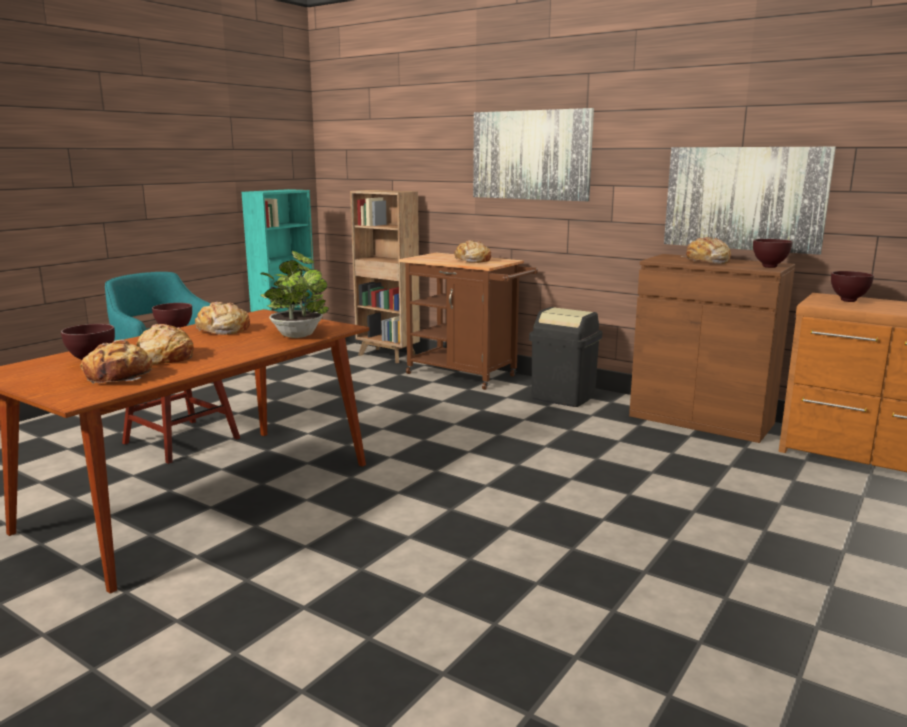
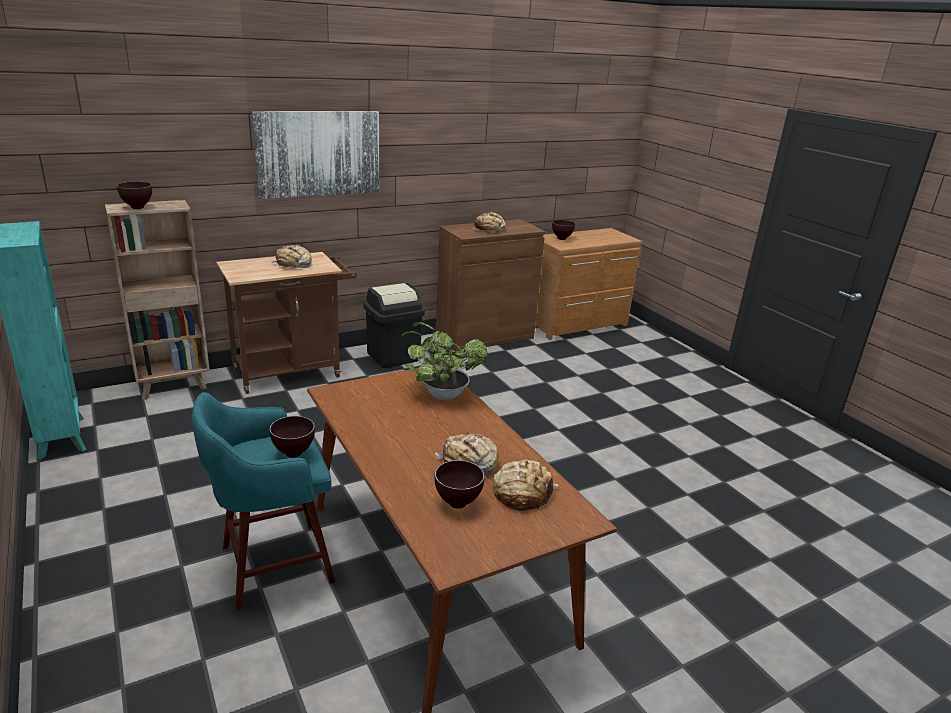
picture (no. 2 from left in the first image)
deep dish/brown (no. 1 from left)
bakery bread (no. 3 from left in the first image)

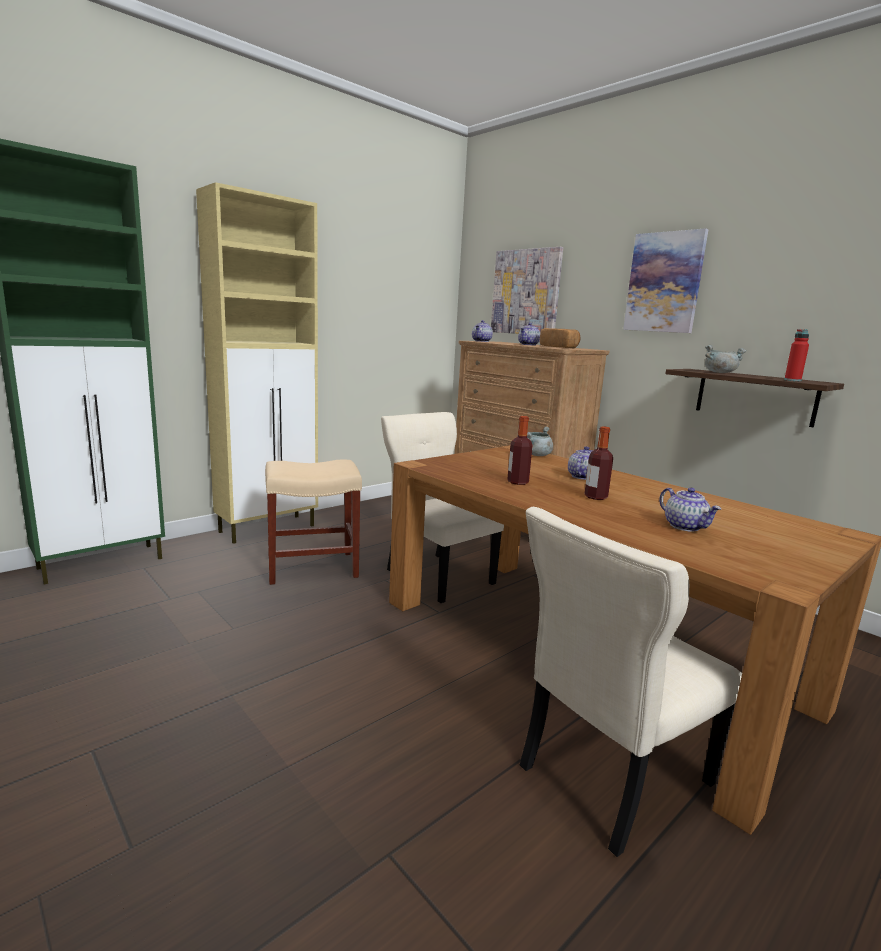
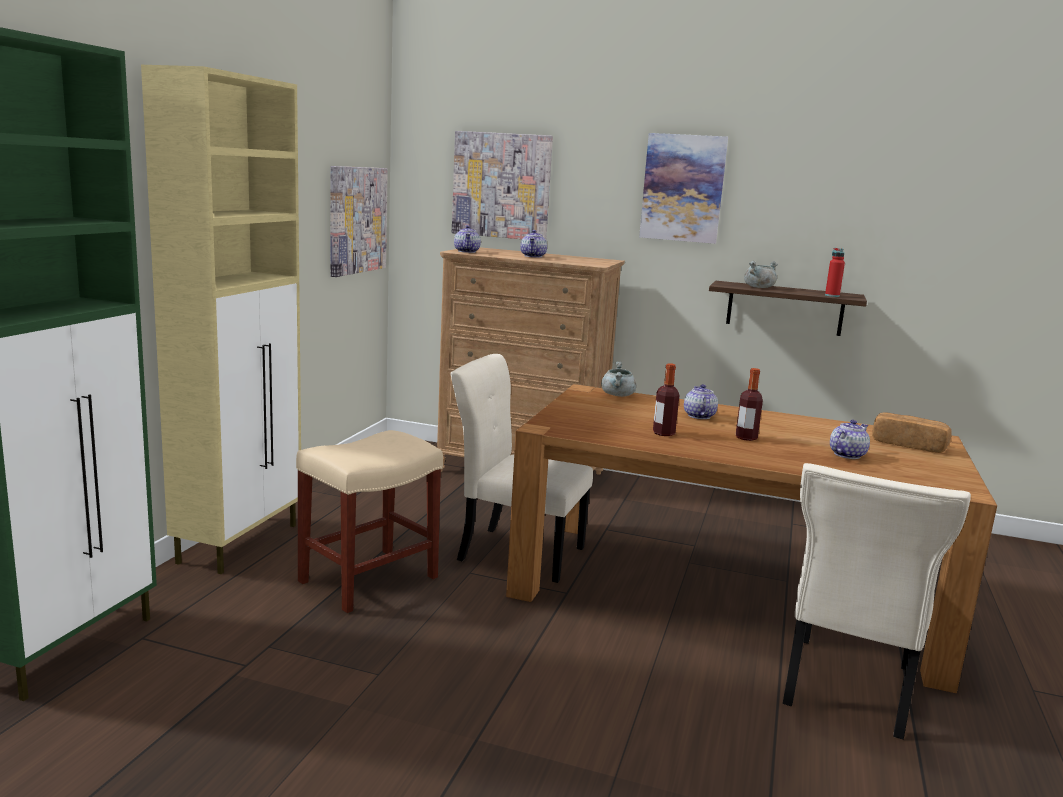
bakery bread
pot for tea (no. 4 from left)
picture (no. 1 from left)

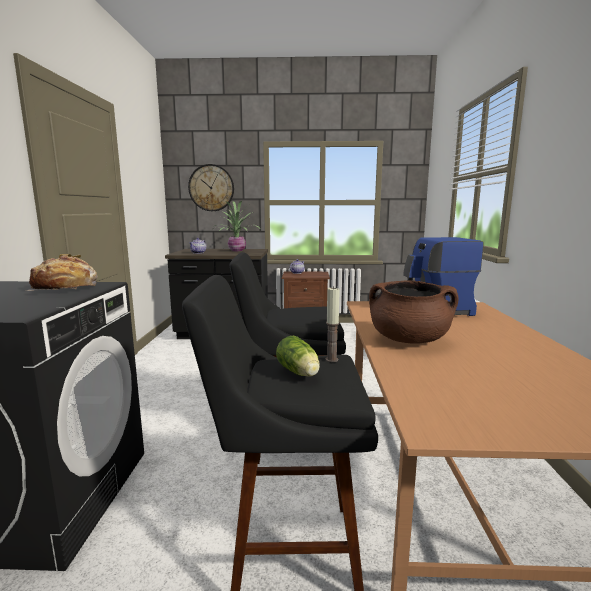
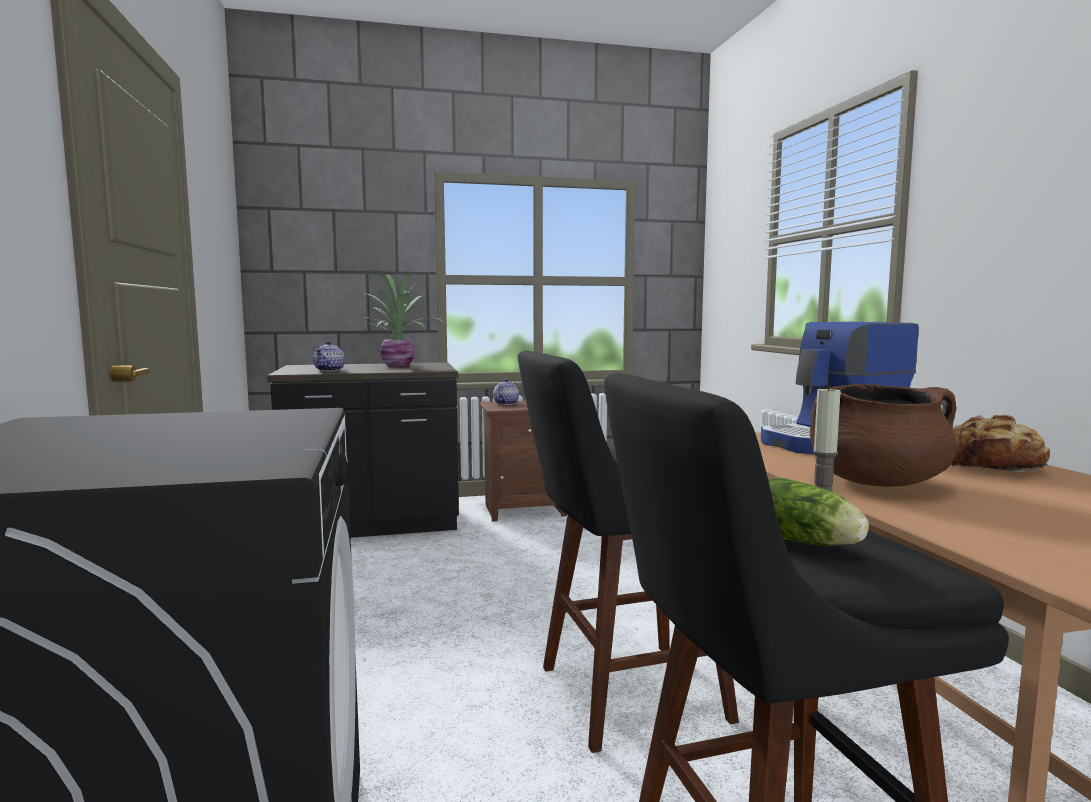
clock on the wall
bakery bread

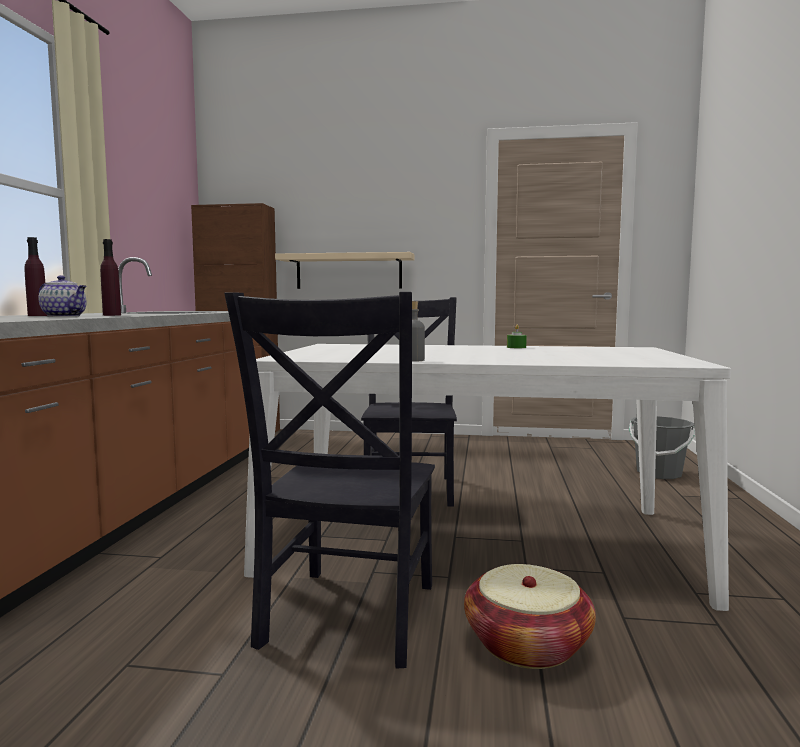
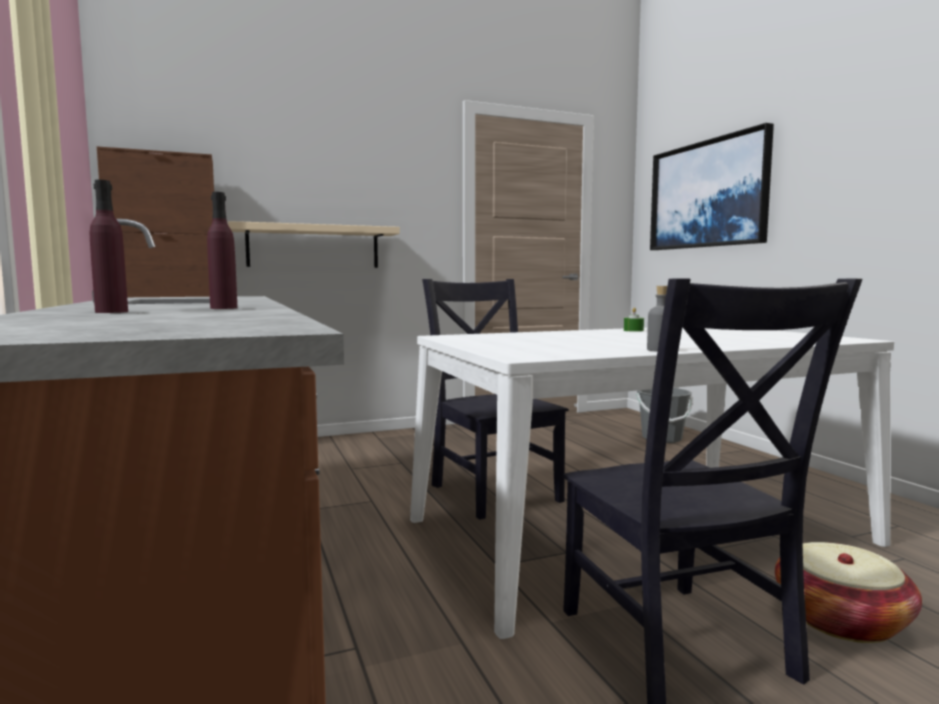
pot for tea
picture

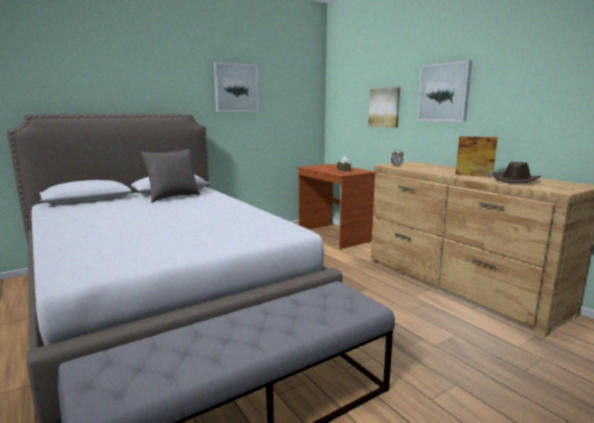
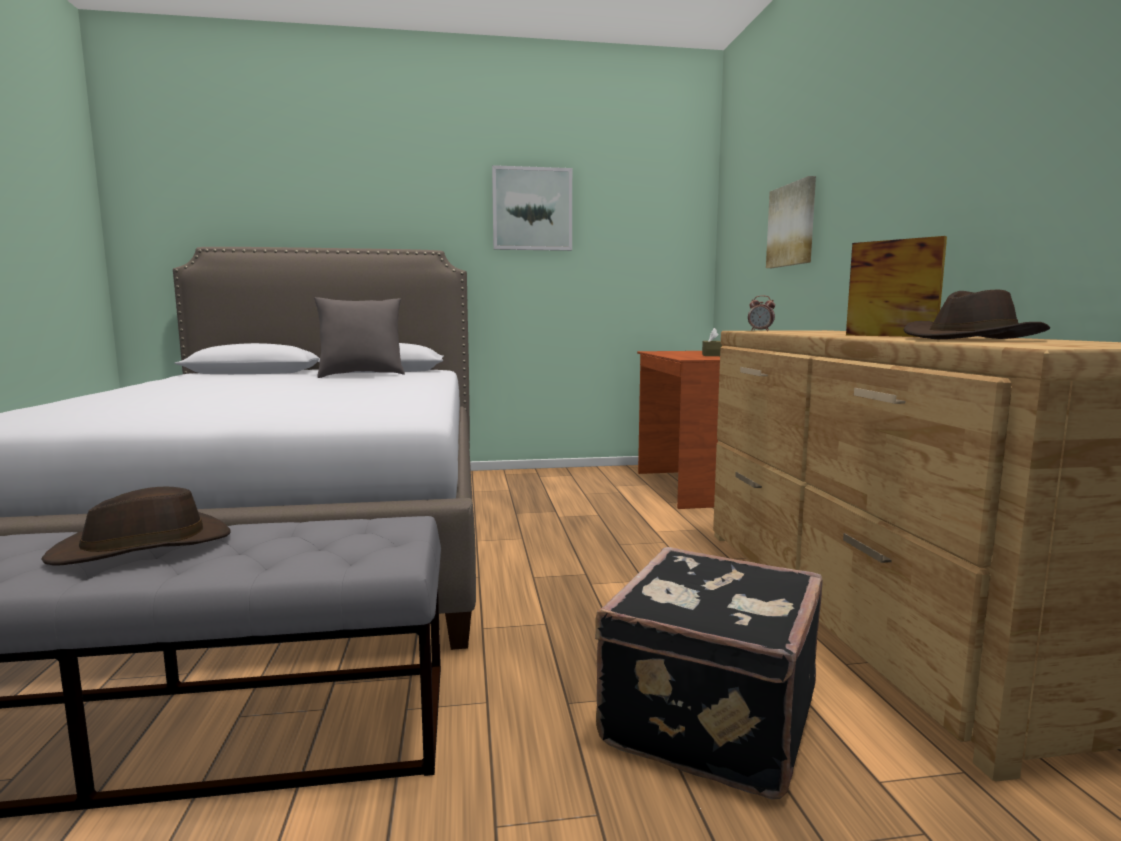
picture (no. 3 from left in the first image)
wearable hat/brown (no. 1 from left)
piece of luggage/black-coloured

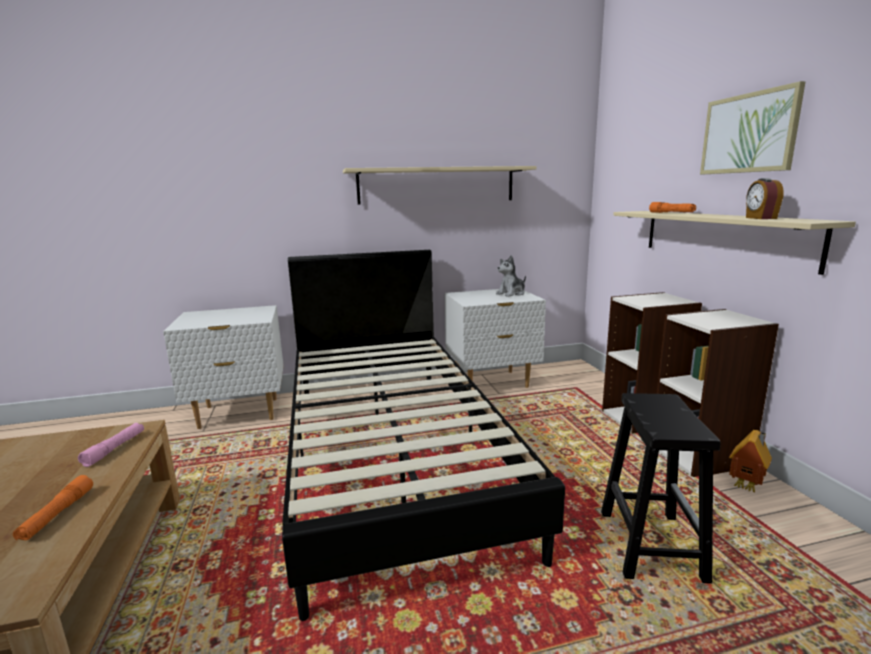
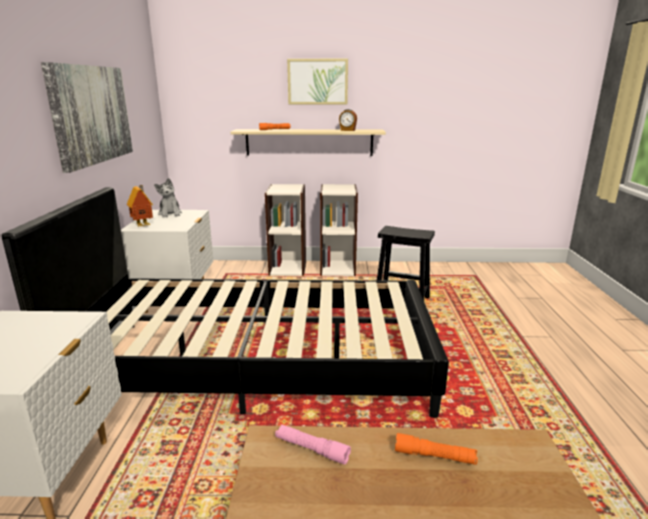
picture (no. 1 from left)
model house

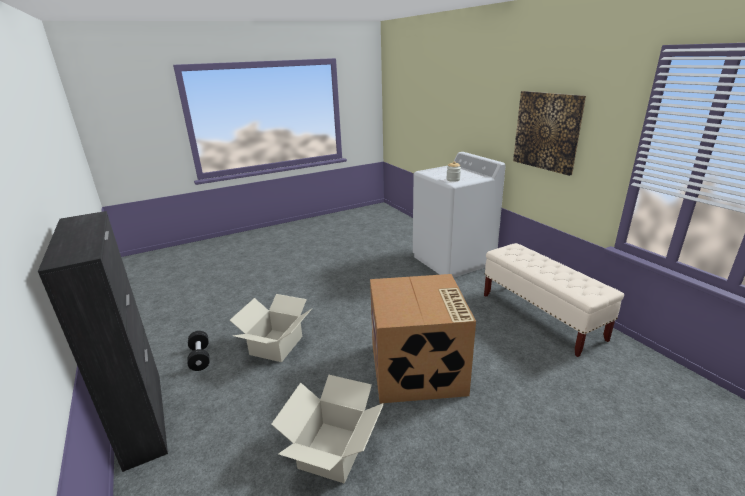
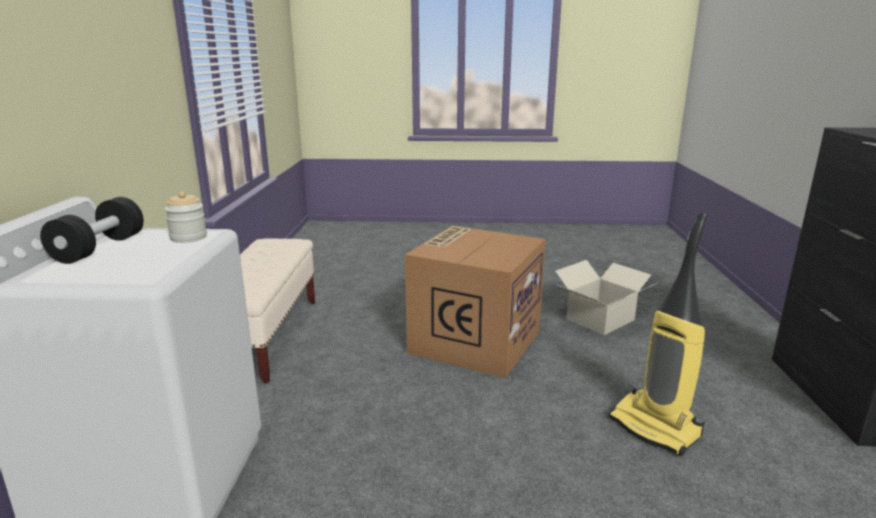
picture
hoover
free weight/black-coloured

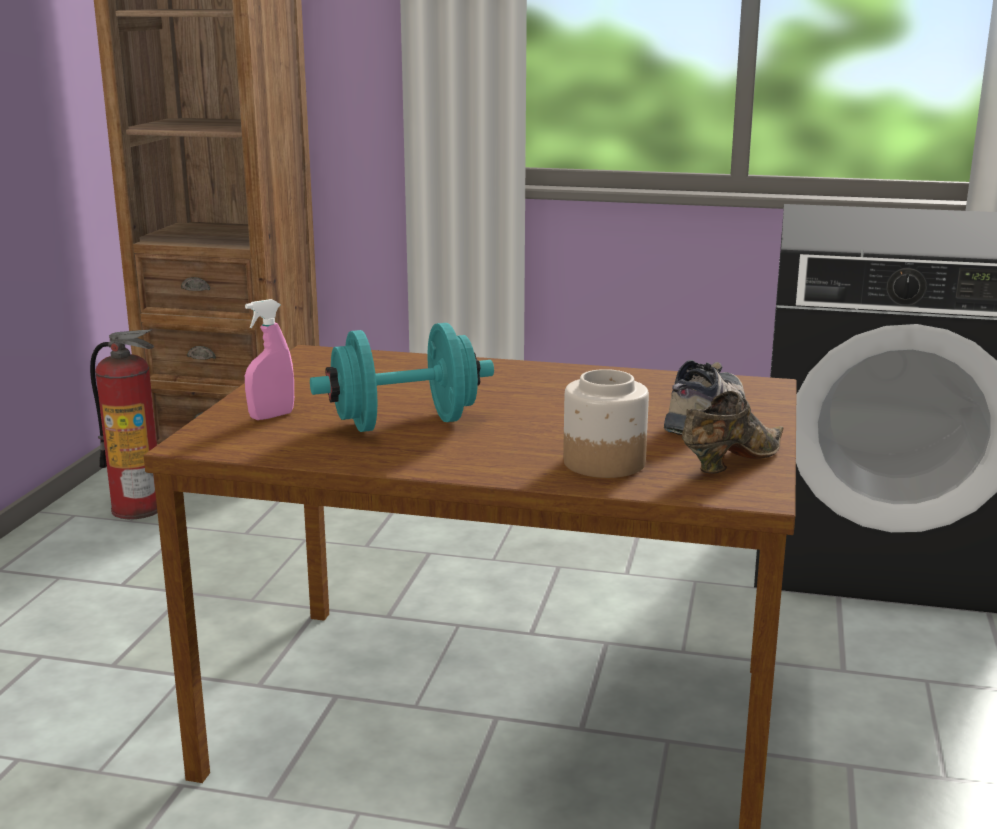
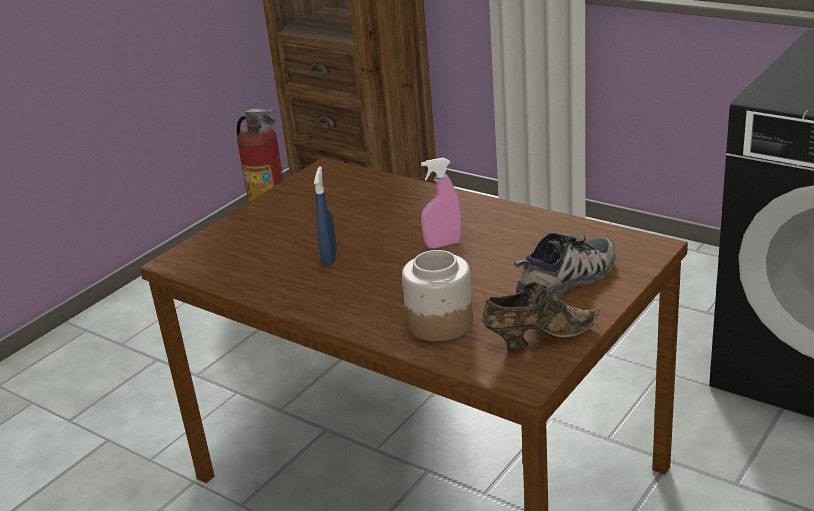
spray bottle/pink
spray bottle/bluish

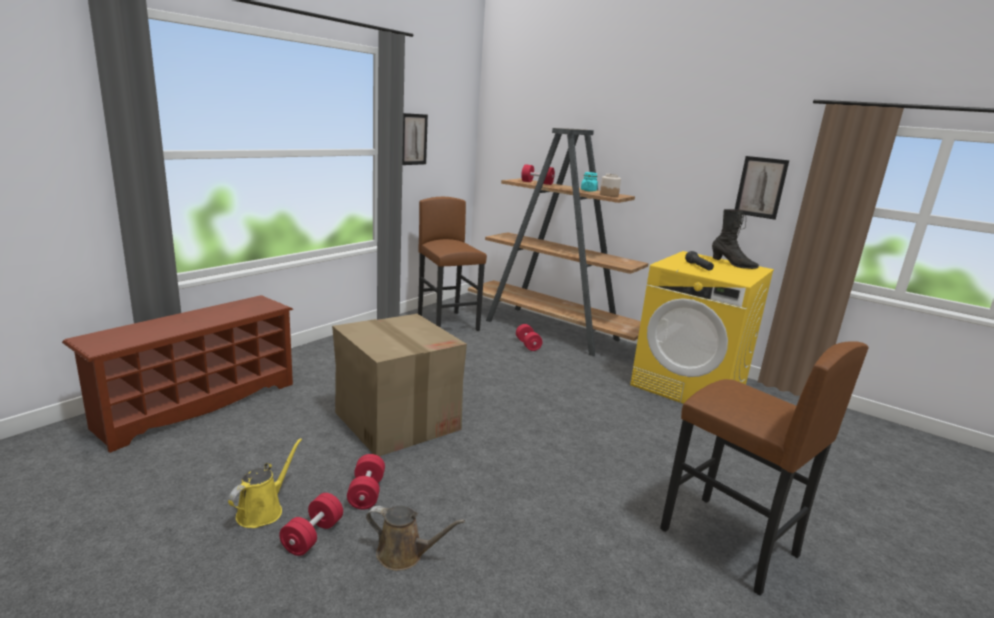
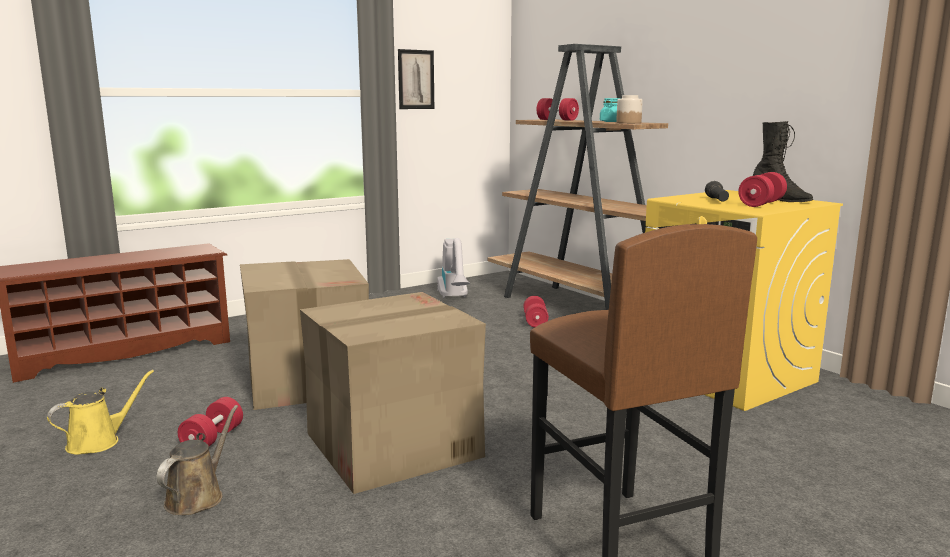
picture (no. 2 from left in the first image)
hoover
free weight/red-coloured (no. 4 from left)
watering can/brown
carton (no. 2 from left)

